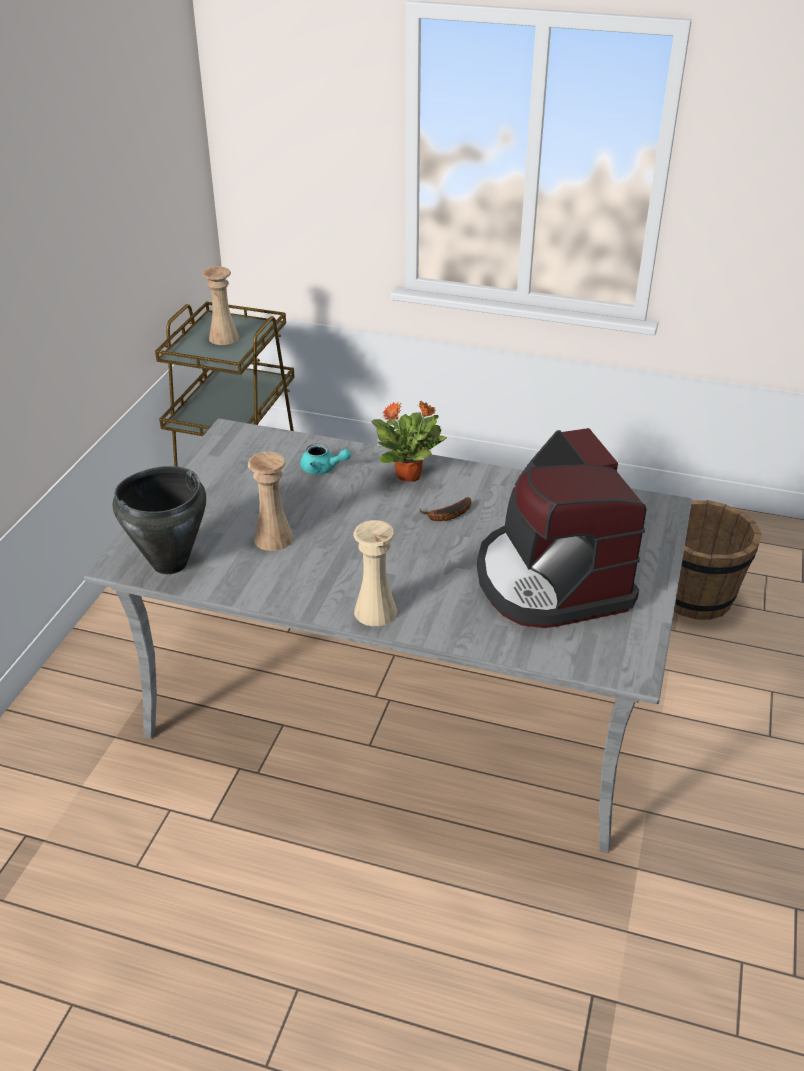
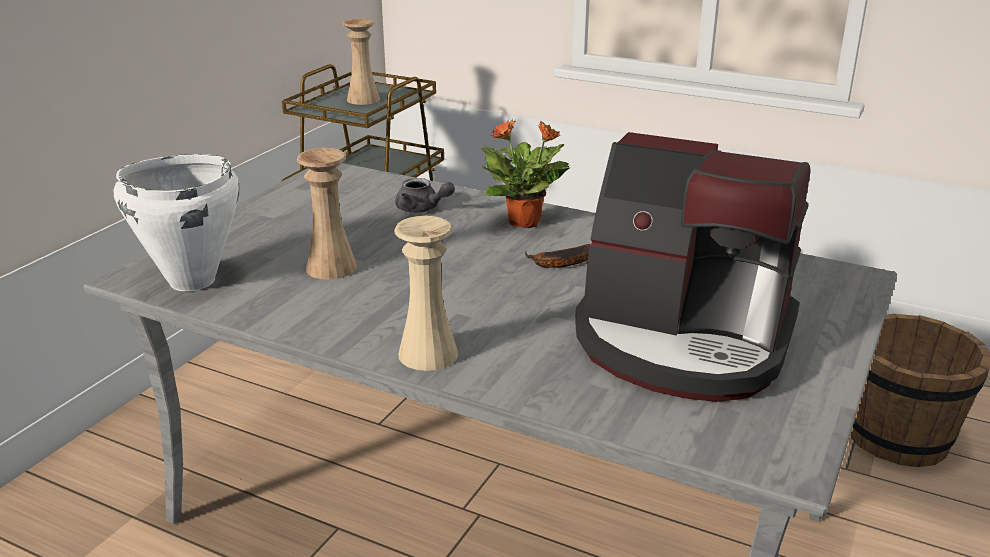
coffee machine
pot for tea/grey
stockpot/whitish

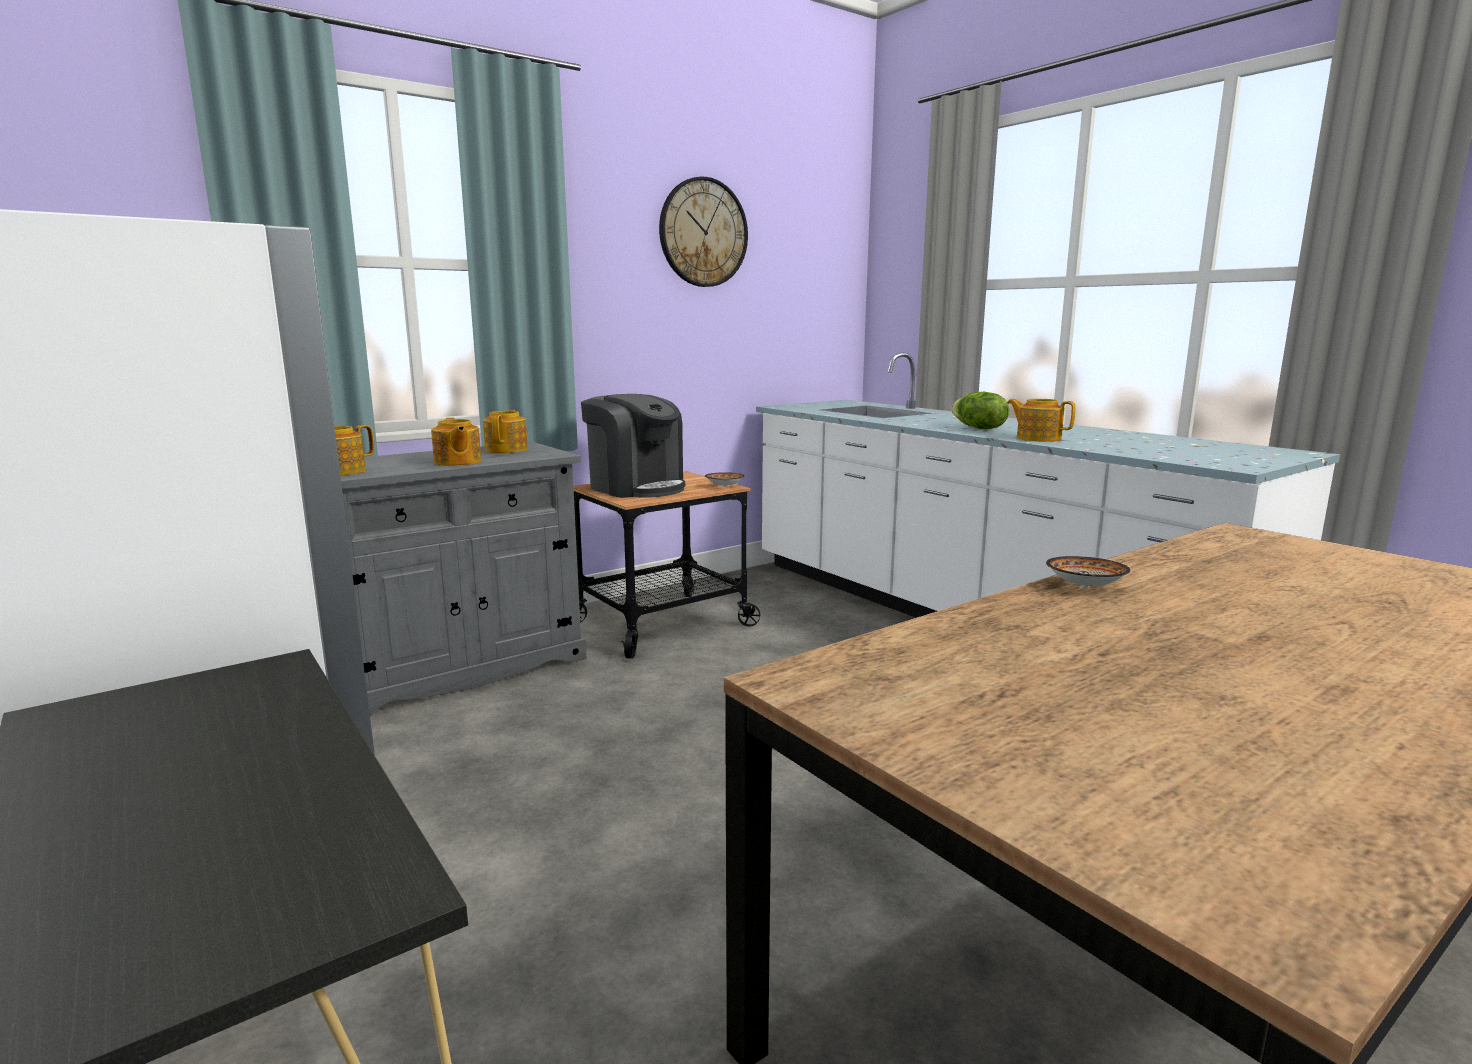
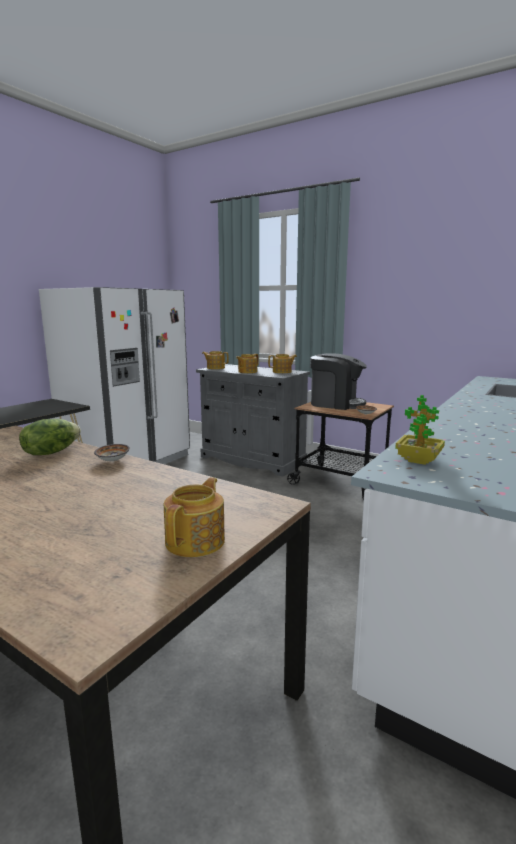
clock on the wall
lettuce head
coffee machine
pot for tea (no. 1 from left)
plant in a pot

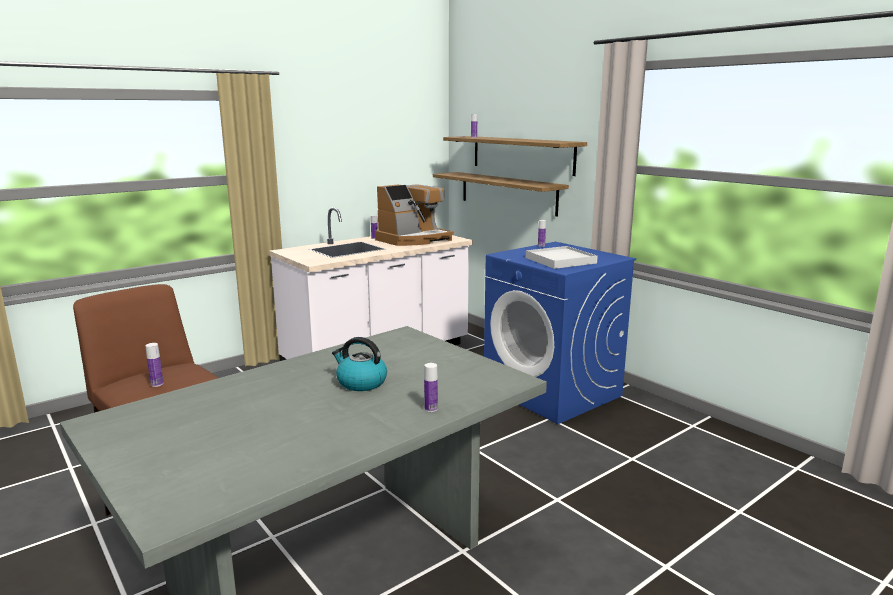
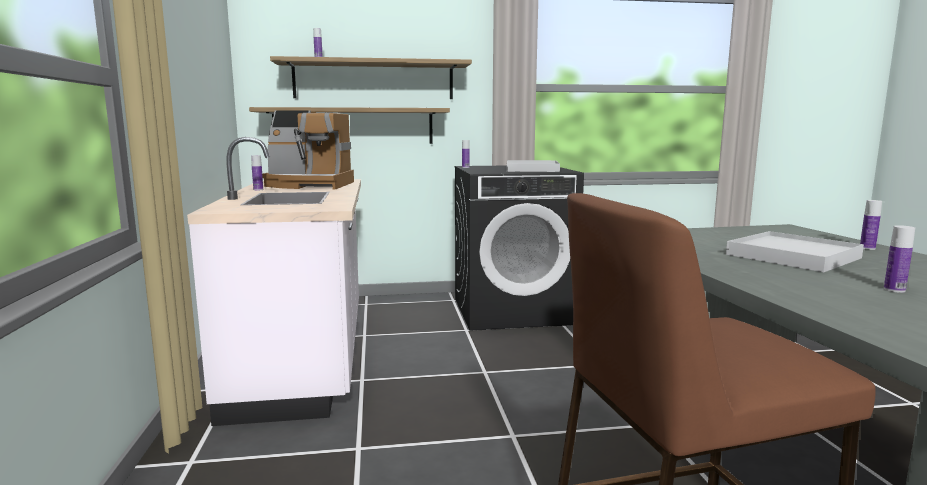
coffee machine
laundry appliance/black-coloured
carrying tray/whitish (no. 2 from left)
beverage bottle (no. 5 from left)

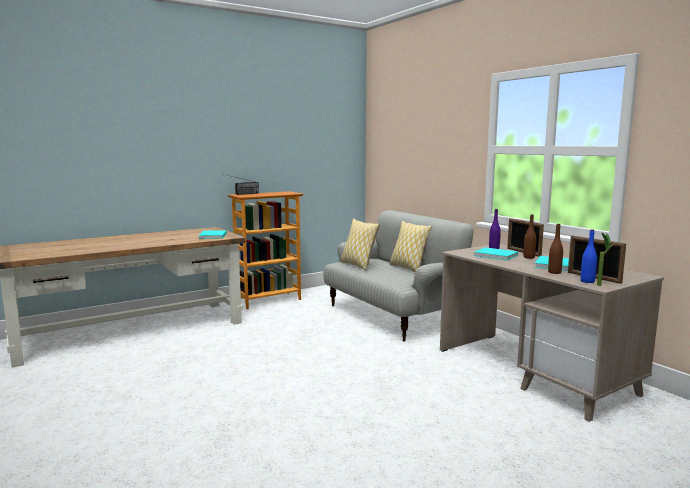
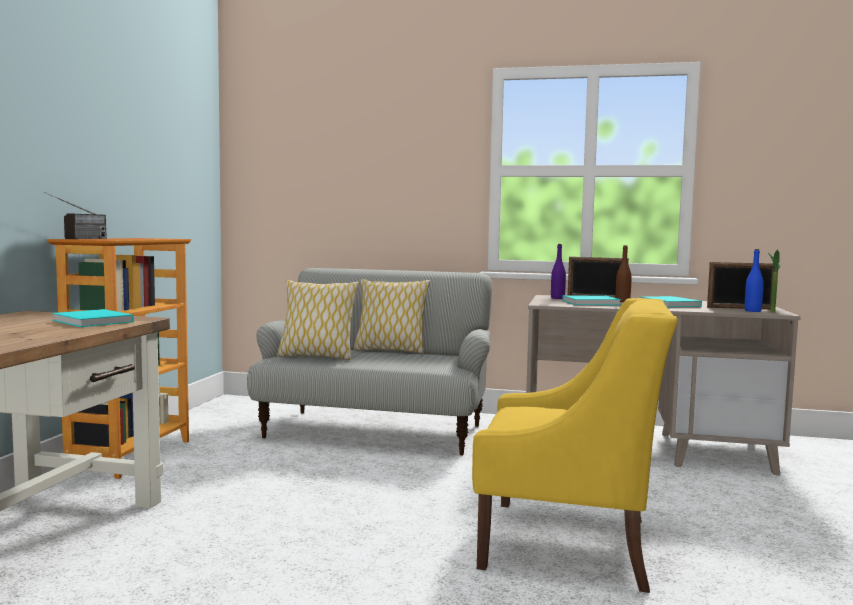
beverage bottle/brown (no. 2 from left in the first image)
easy chair/yellow-coloured

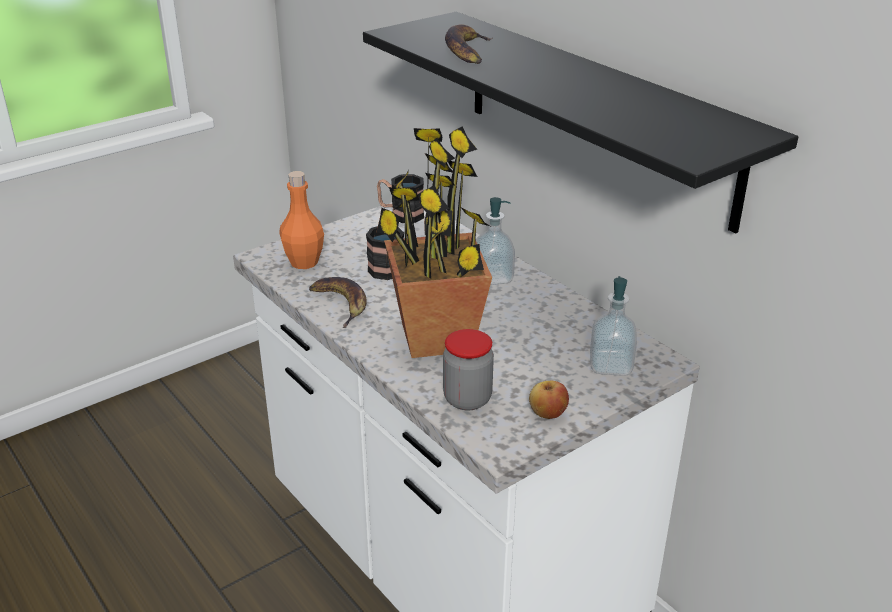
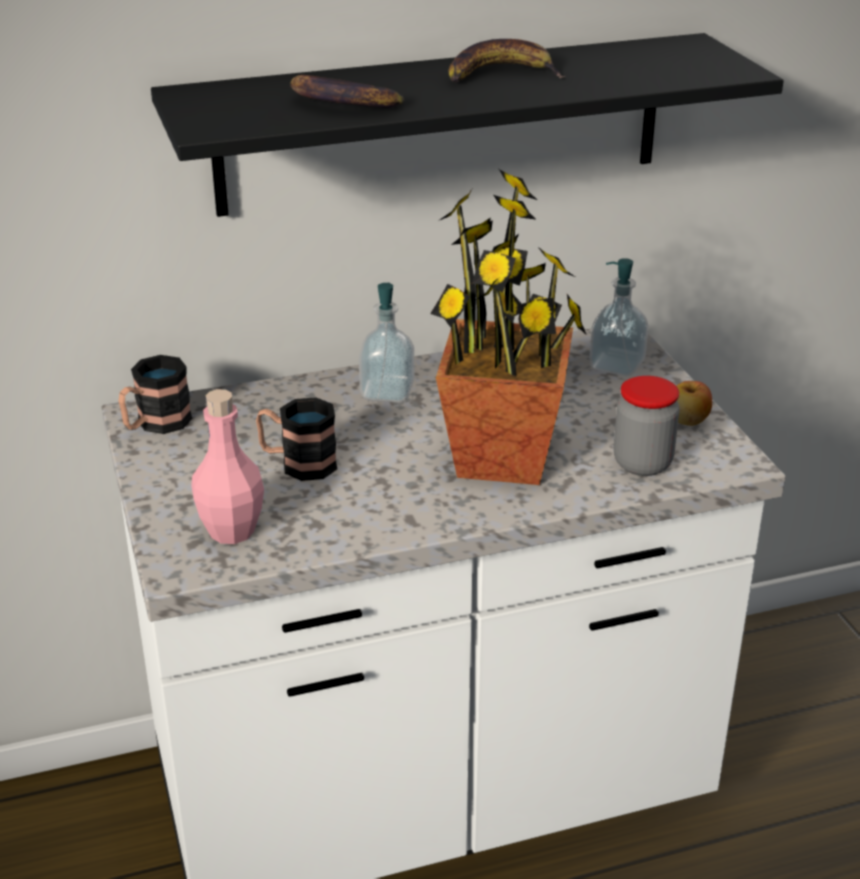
beverage bottle/pink
banana fruit (no. 2 from left)

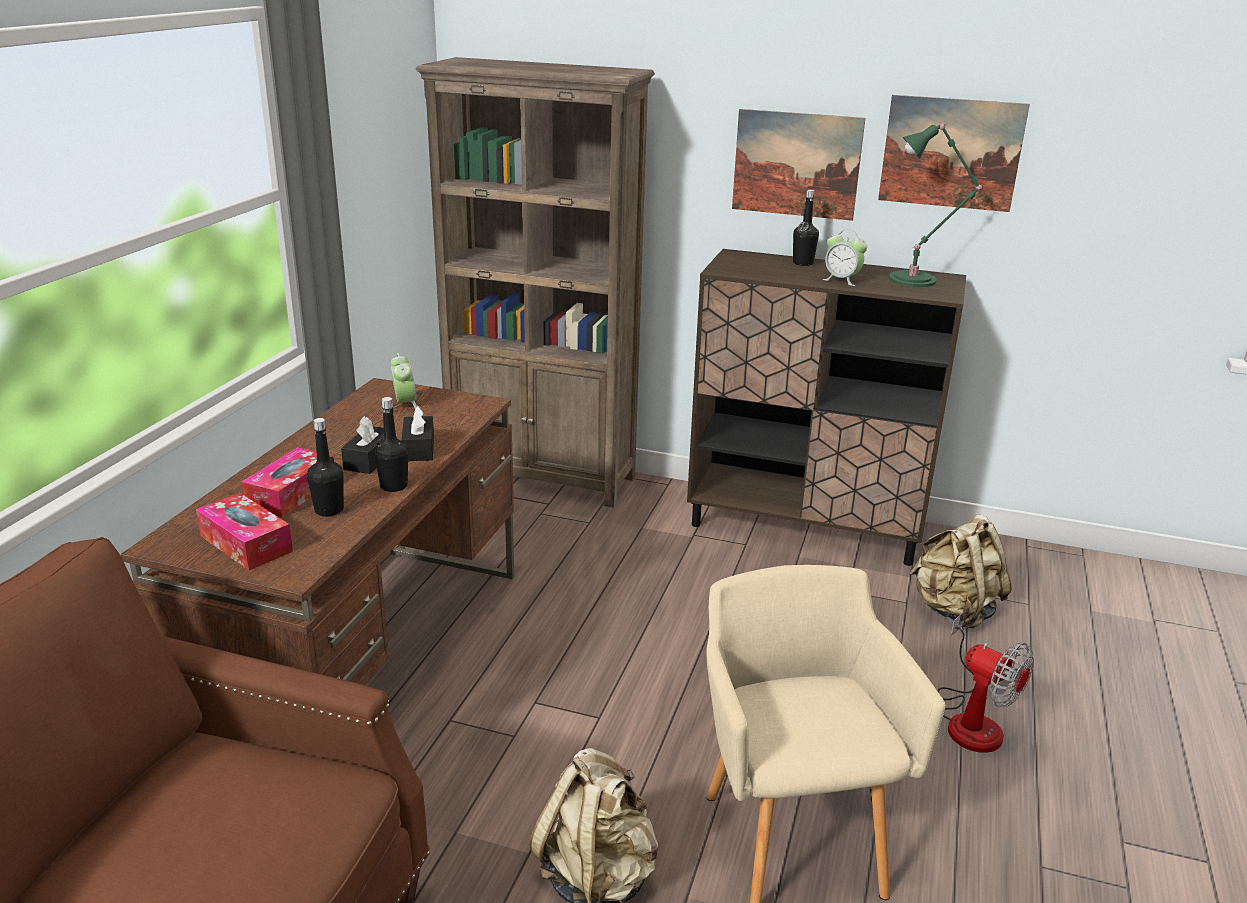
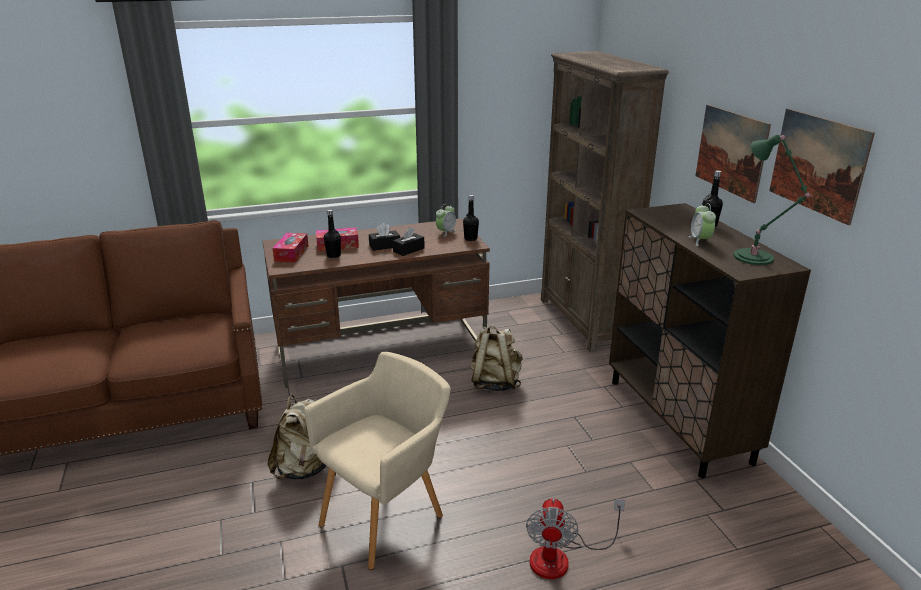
beverage bottle/black-coloured (no. 2 from left)
backpack/beige (no. 2 from left)

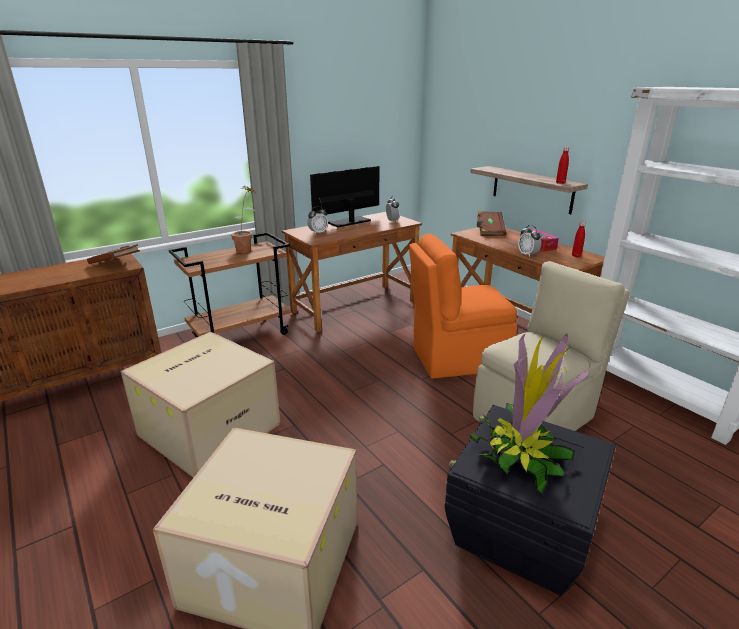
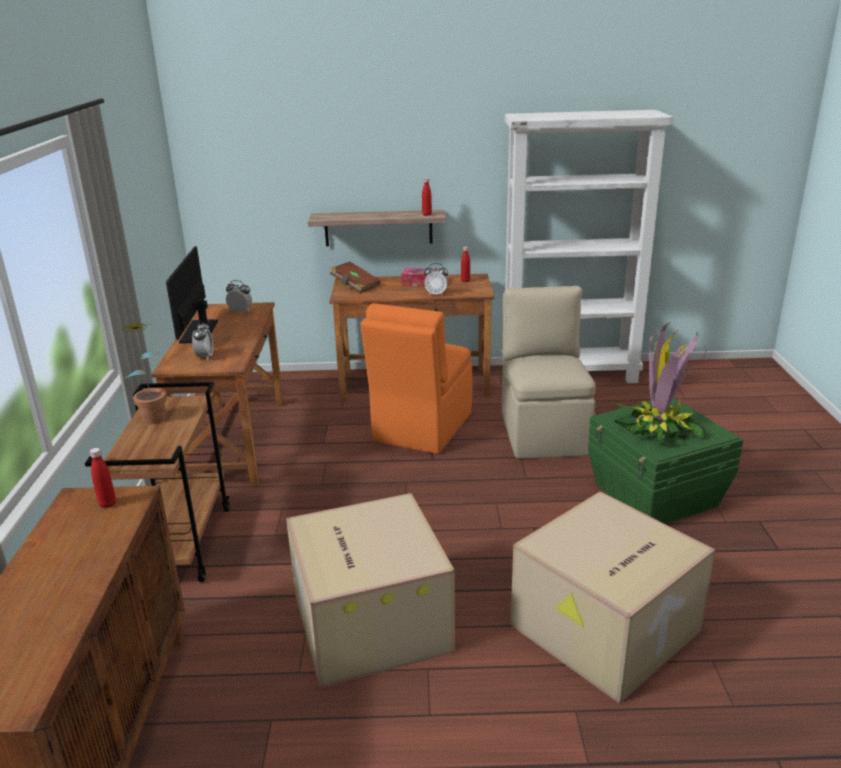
beverage bottle/red-coloured (no. 1 from left)
storage bin/green-coloured

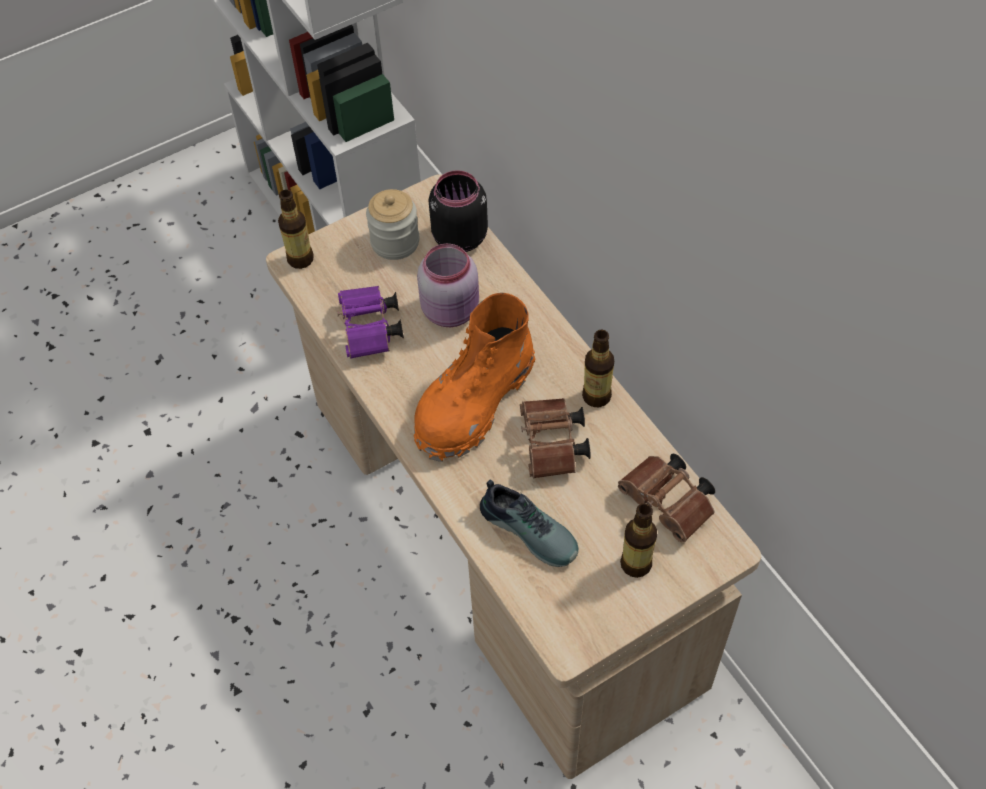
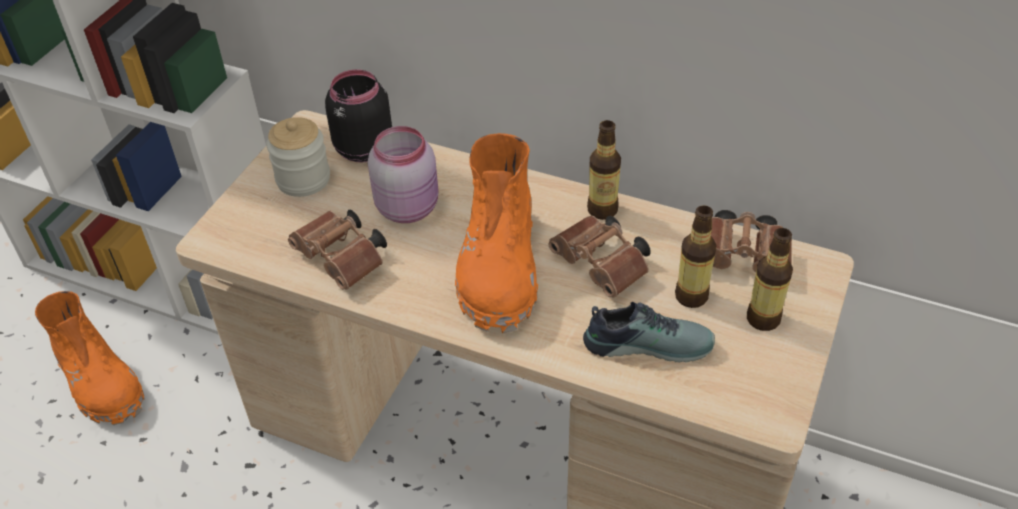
beverage bottle (no. 2 from left)
binoculars/brown (no. 1 from left)
tall boot/orange-coloured (no. 1 from left)

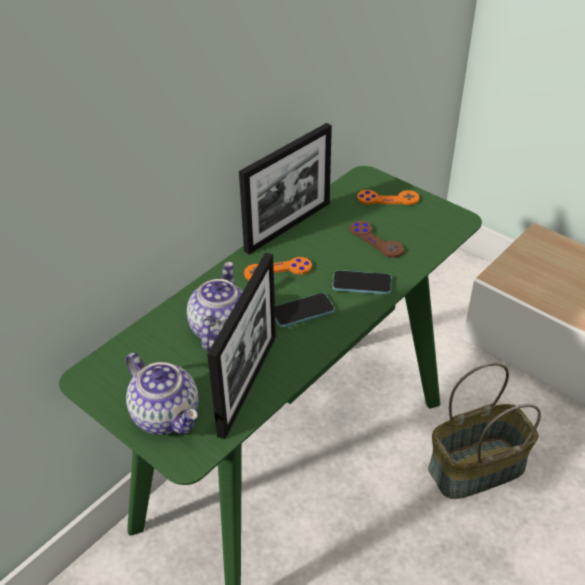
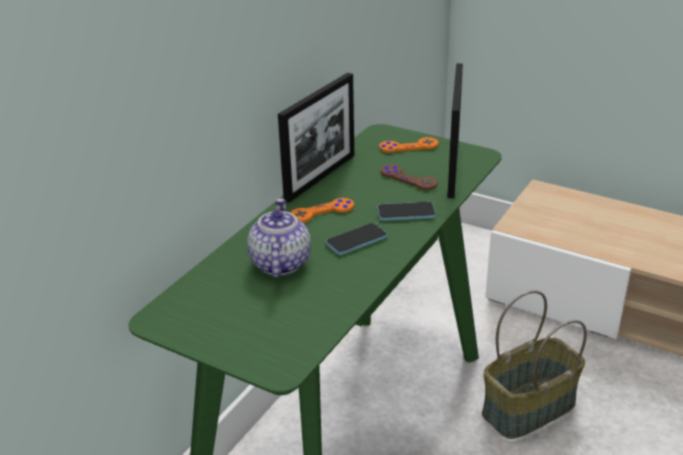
photo frame (no. 2 from left)
pot for tea (no. 1 from left in the first image)

